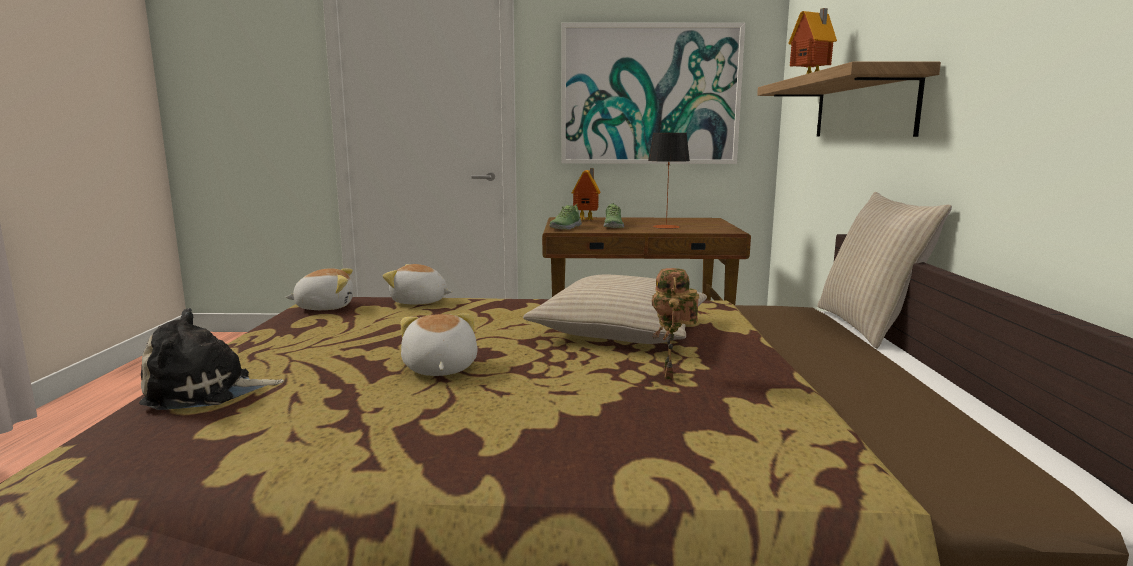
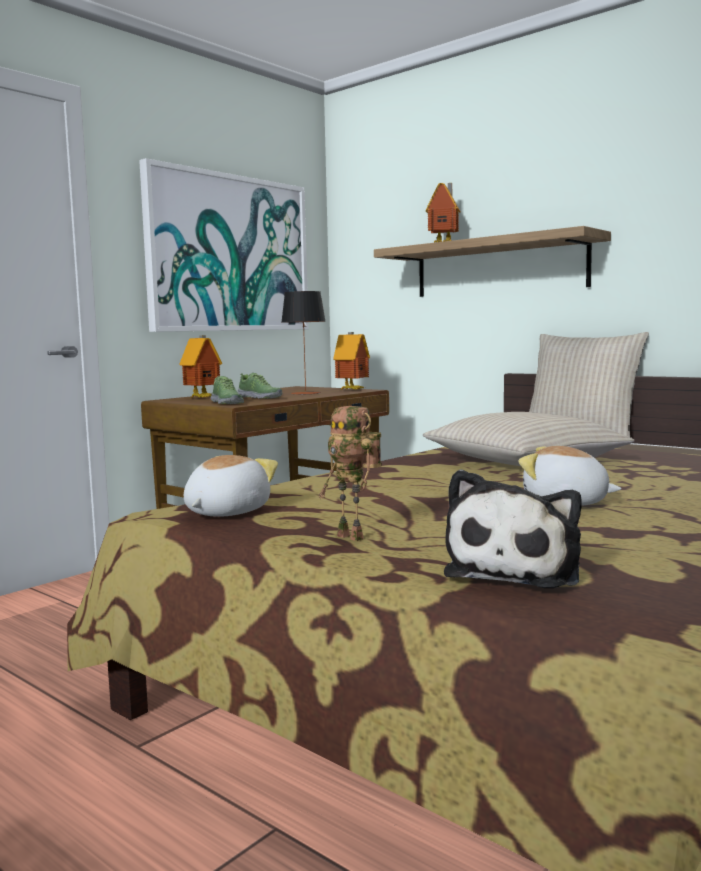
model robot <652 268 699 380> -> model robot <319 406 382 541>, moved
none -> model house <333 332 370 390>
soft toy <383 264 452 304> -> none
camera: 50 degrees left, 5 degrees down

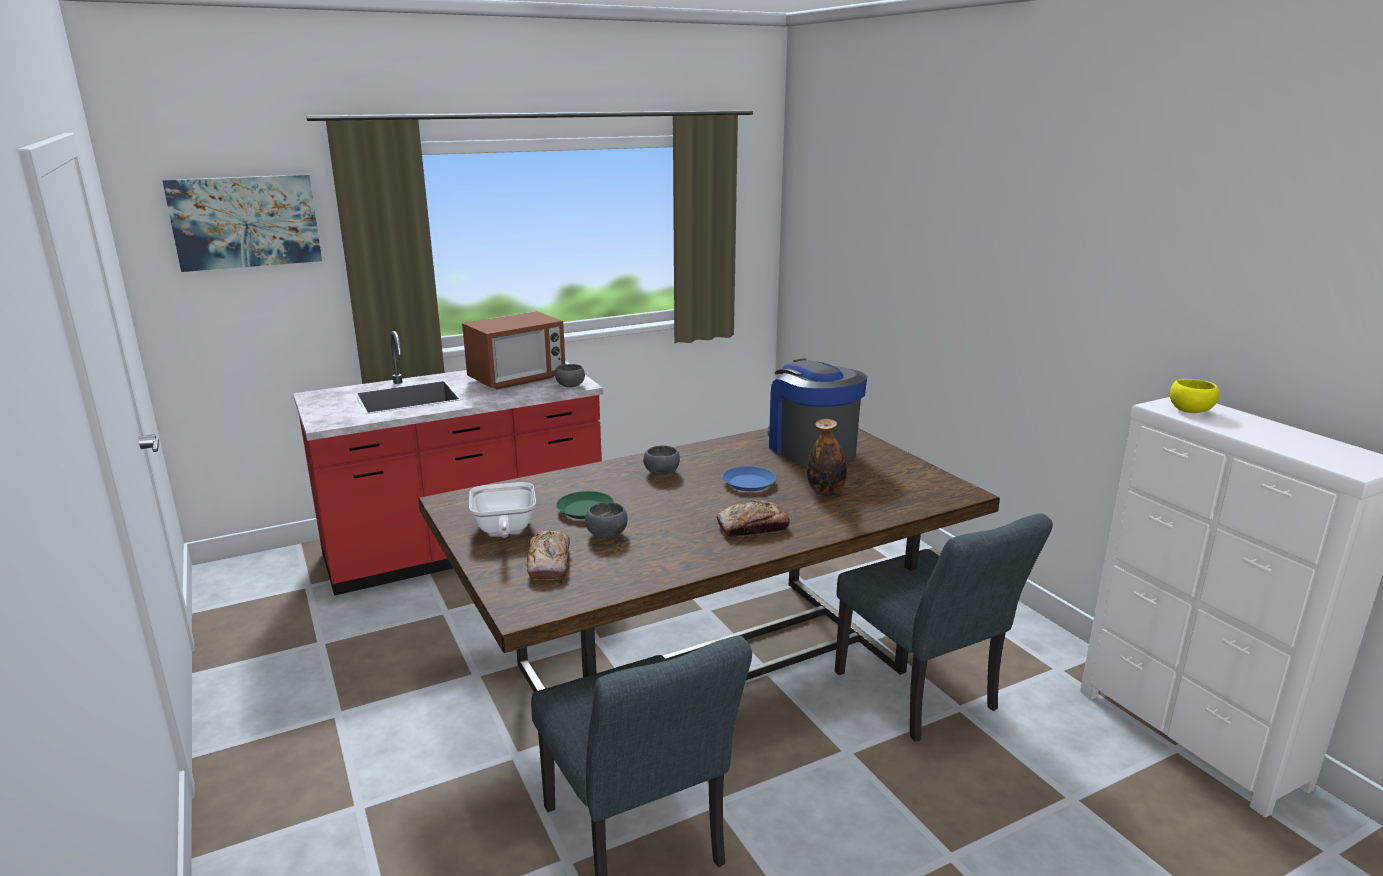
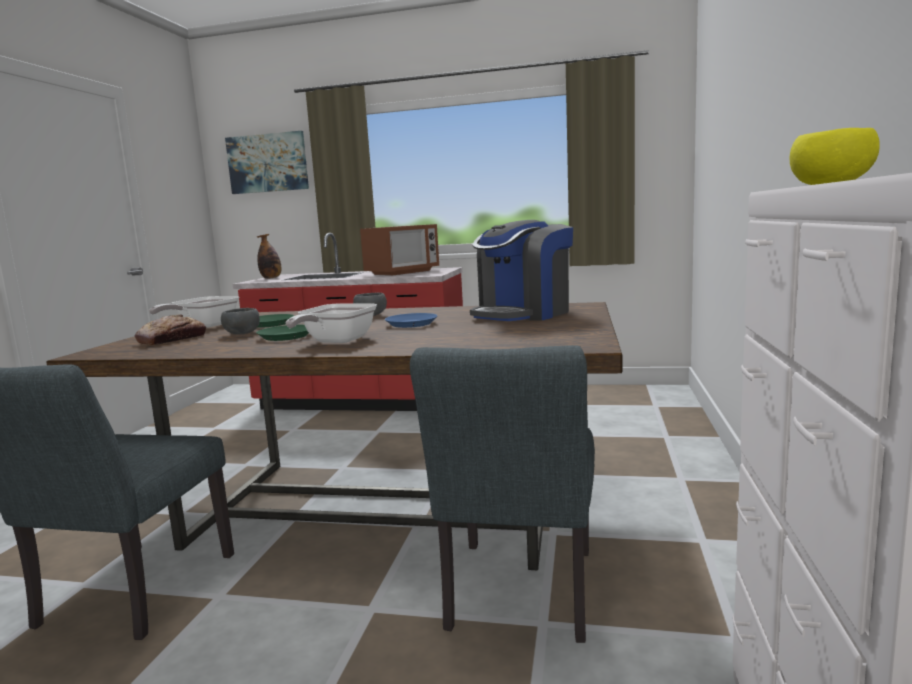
none -> greenish dinner plate <256 325 309 341>
bottle <807 419 847 496> -> bottle <257 234 281 279>, moved
baked bread <716 500 790 537> -> skillet <285 303 377 343>
microwave oven <462 311 565 390> -> microwave oven <360 224 439 276>, 45 degrees counterclockwise
coffee brewer <768 358 867 466> -> coffee brewer <470 220 573 321>, 150 degrees counterclockwise
greyish bowl <555 364 585 387> -> none
camera: 40 degrees right, 10 degrees down

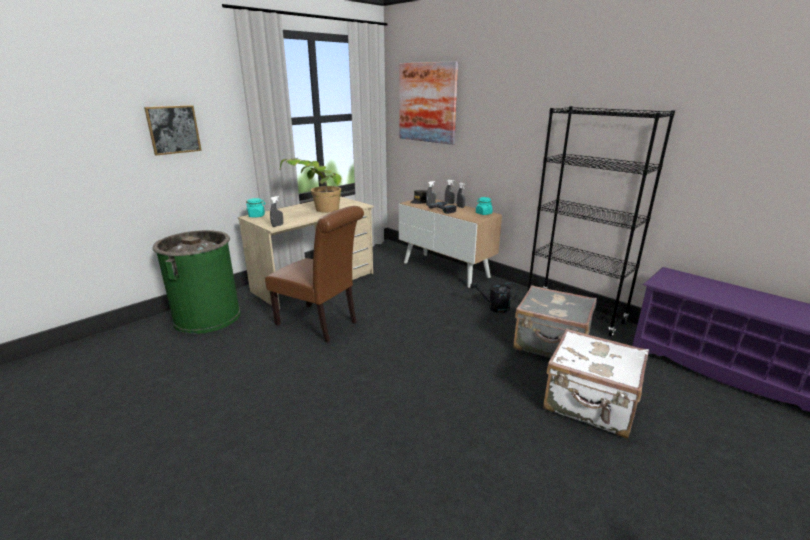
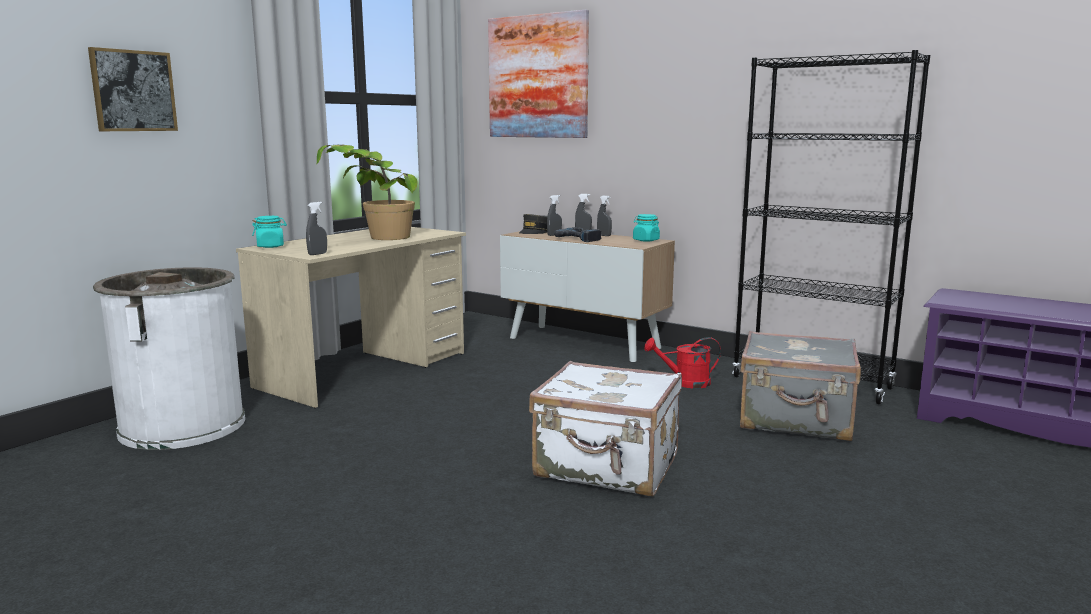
greenish waste bin <153 230 241 334> -> white waste bin <93 267 245 450>
white travel case <543 329 649 438> -> white travel case <529 361 682 496>, moved
black-coloured watering pot <470 280 517 313> -> red watering pot <644 337 721 389>
brown-coloured chair <265 206 364 343> -> none
camera: 10 degrees left, 10 degrees down

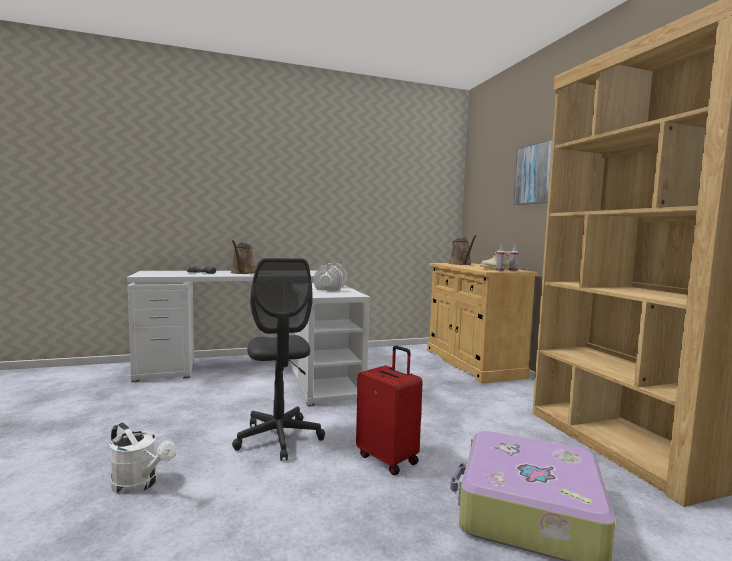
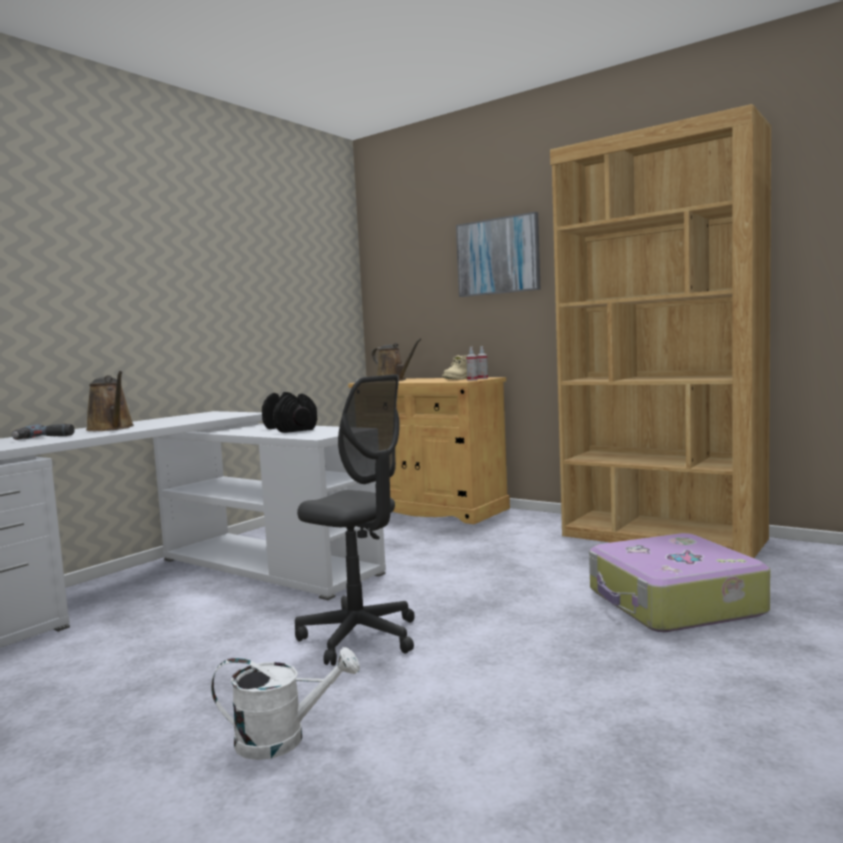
white hand weight <314 263 347 291> -> black-coloured hand weight <262 392 317 433>
red travel case <356 346 423 475> -> none
camera: 35 degrees left, 0 degrees up

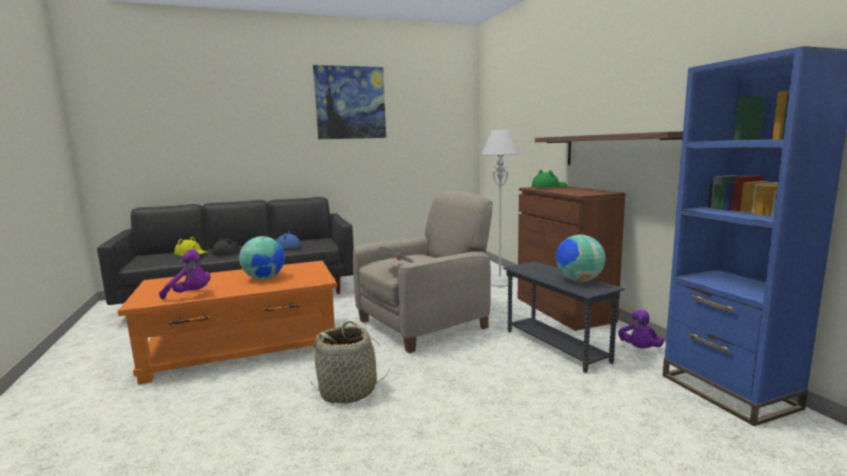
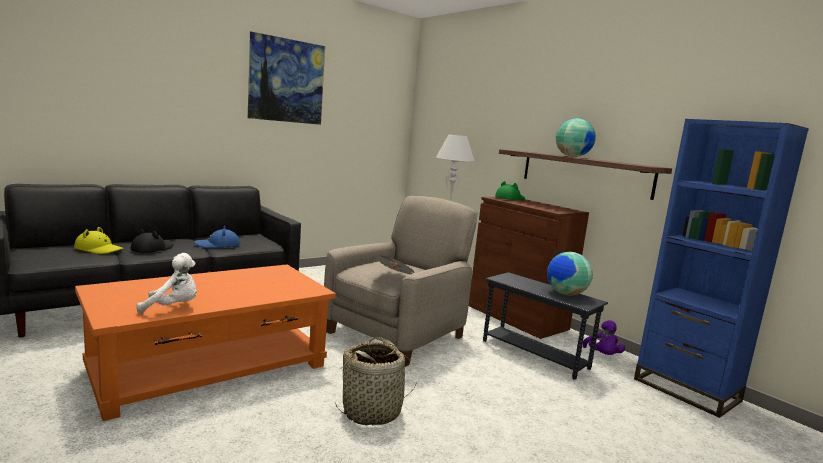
purple soft toy <159 249 211 299> -> white soft toy <137 253 197 314>
globe <239 236 285 279> -> globe <556 118 596 157>, moved
camera: 20 degrees left, 0 degrees up

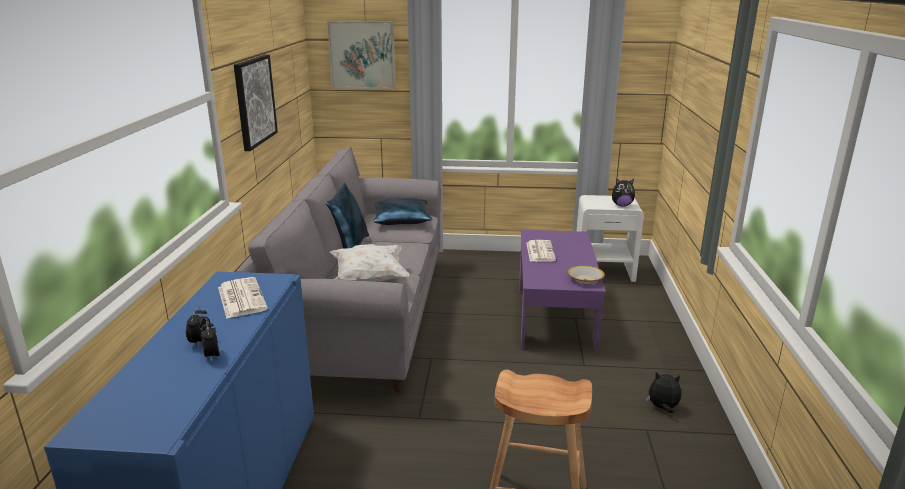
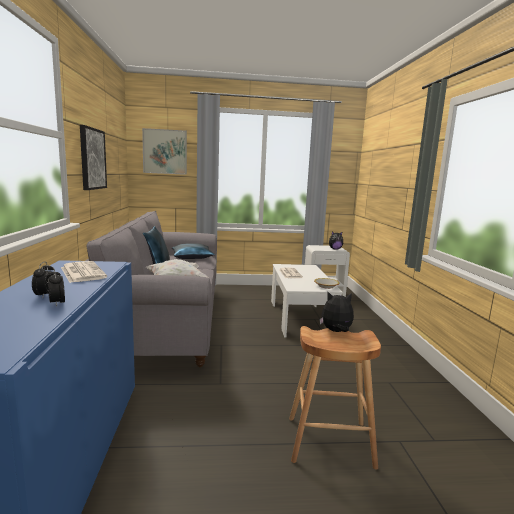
purple low table <519 230 606 353> -> white low table <271 264 343 338>
soft toy <646 372 681 413> -> soft toy <319 292 354 332>, moved
camera: 10 degrees left, 10 degrees down

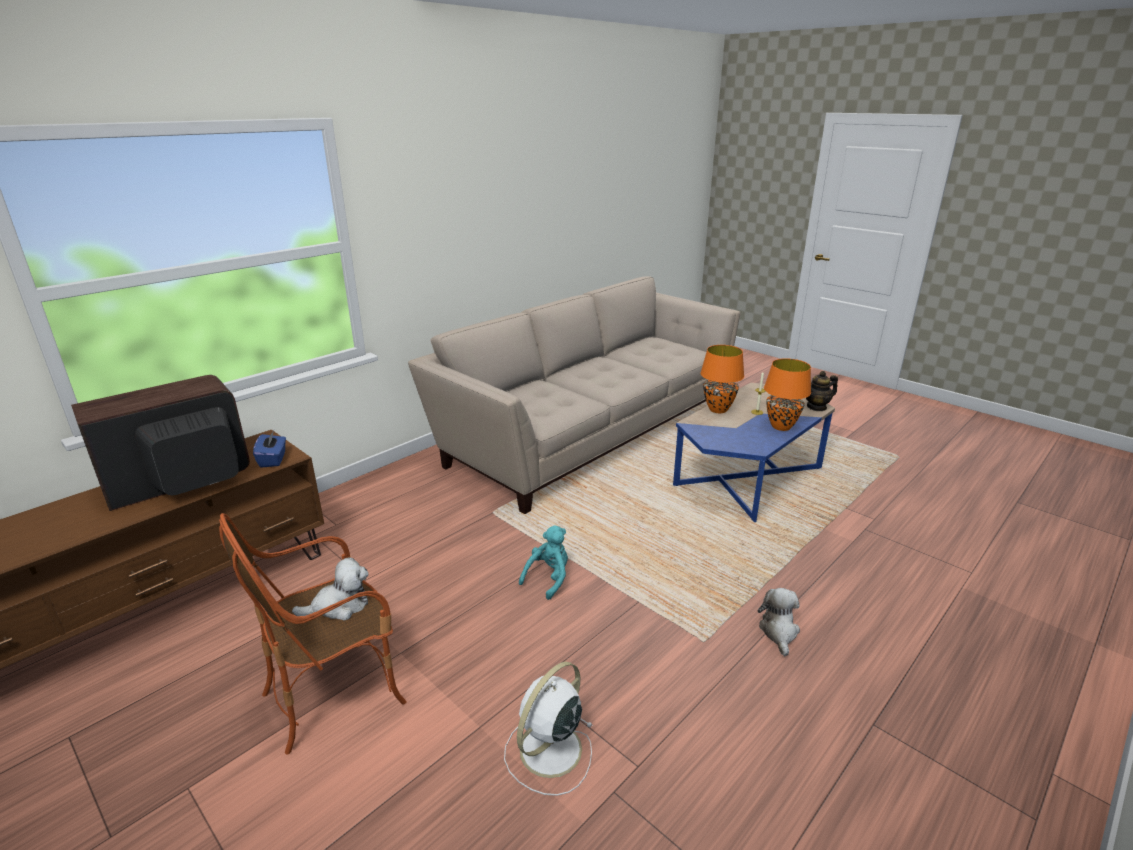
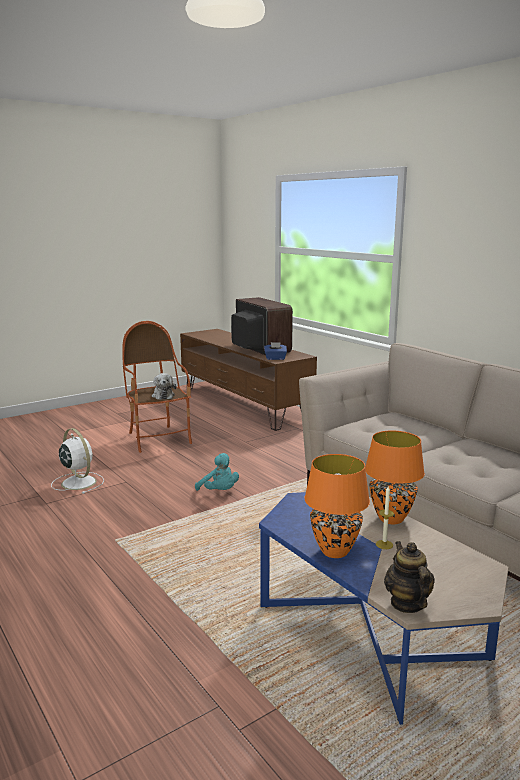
soft toy <758 588 800 656> -> none
camera: 100 degrees right, 10 degrees down

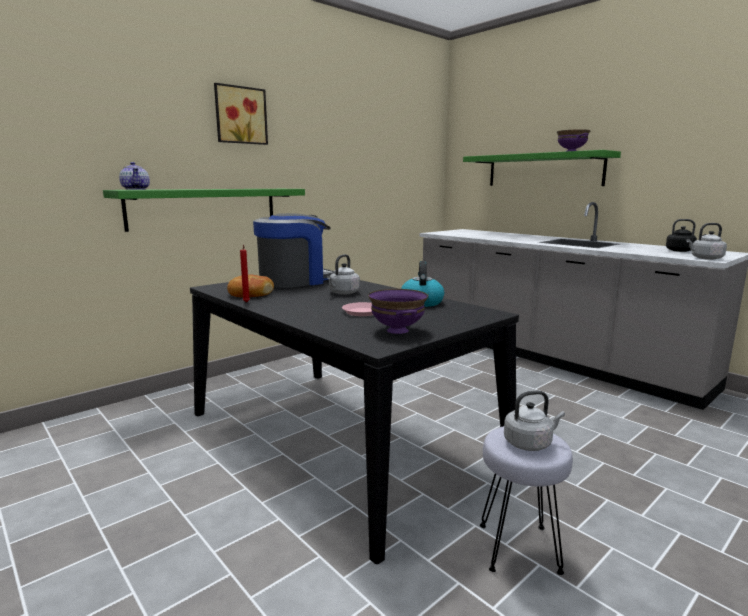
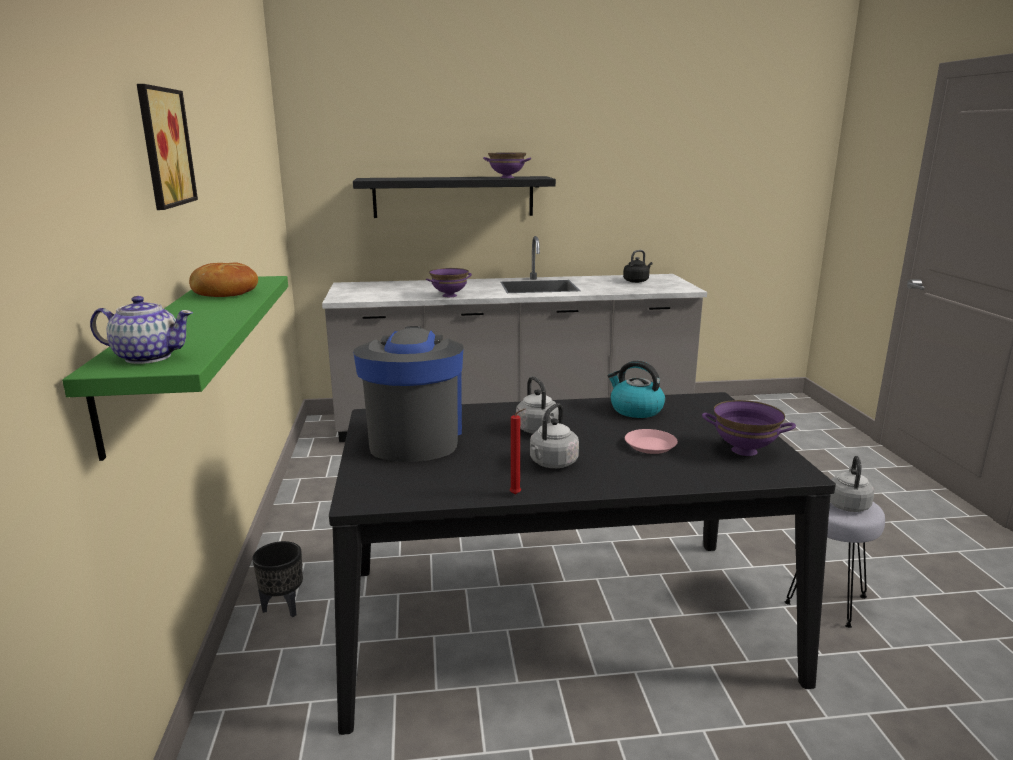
baked bread <227 274 274 298> -> baked bread <189 262 258 297>, moved
none -> black-coloured plant pot <252 541 303 617>
greenish wall shelf <463 150 621 186> -> black-coloured wall shelf <353 176 556 218>
none -> purple bowl <426 268 472 297>
greyish tea kettle <686 223 727 260> -> greyish tea kettle <530 403 579 468>, moved
camera: 55 degrees left, 5 degrees up

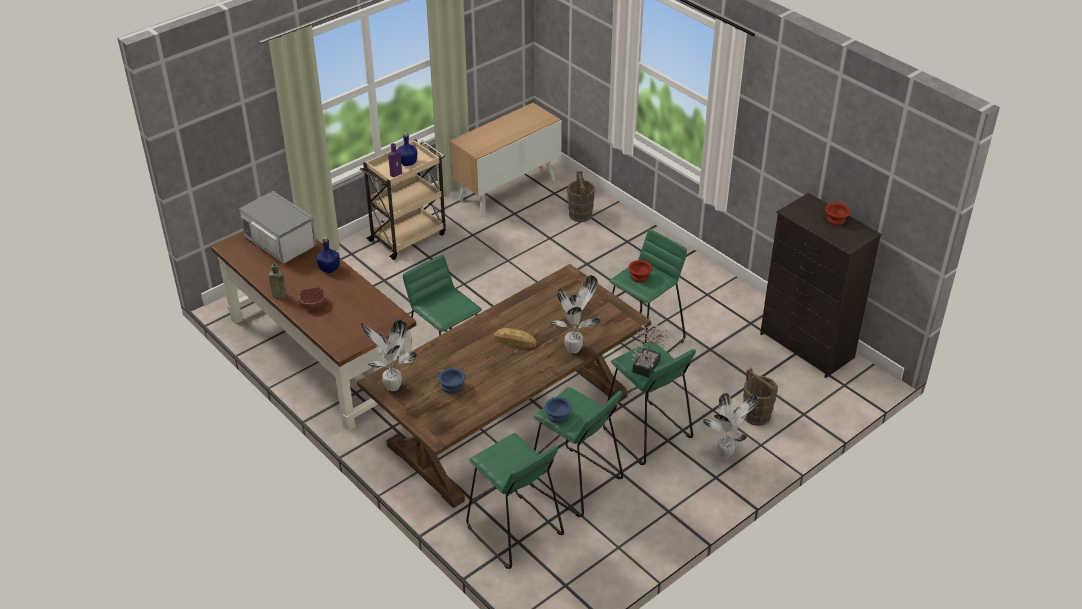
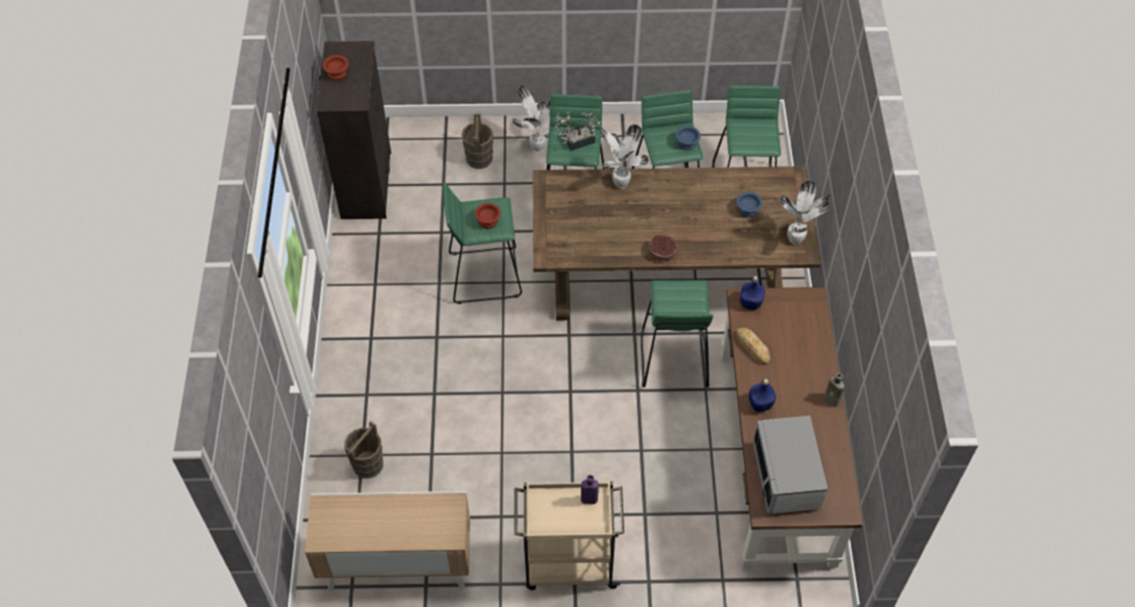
bowl <298 287 326 309> -> bowl <648 234 678 261>, moved
baked bread <494 328 537 348> -> baked bread <736 328 770 365>, moved
blue-coloured bottle <397 133 417 166> -> blue-coloured bottle <740 276 765 310>, moved
camera: 140 degrees left, 15 degrees up

